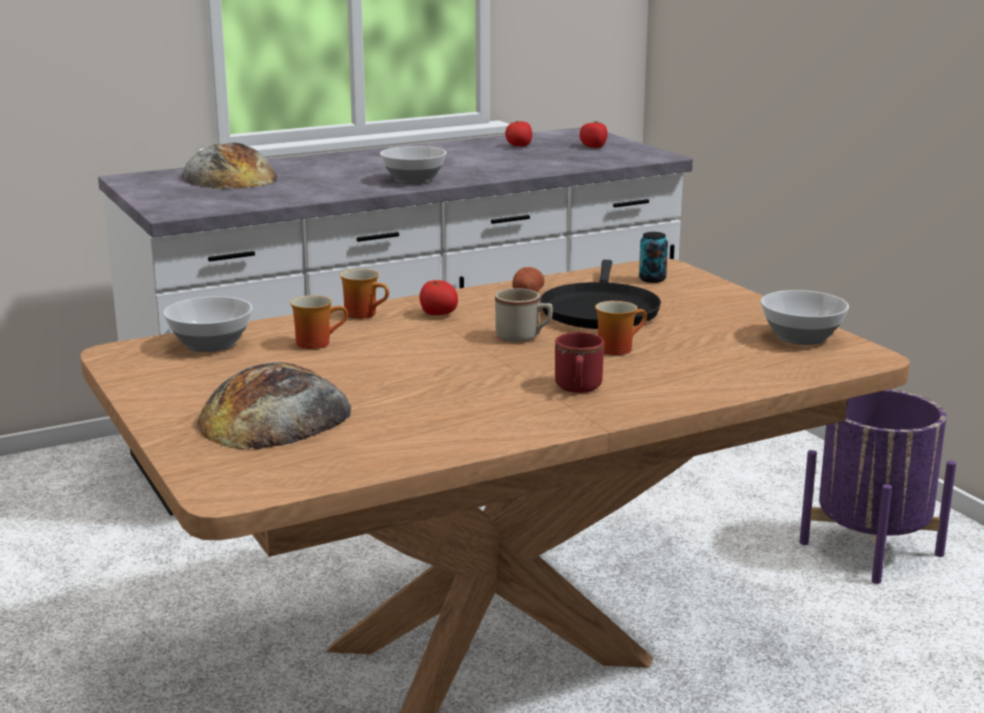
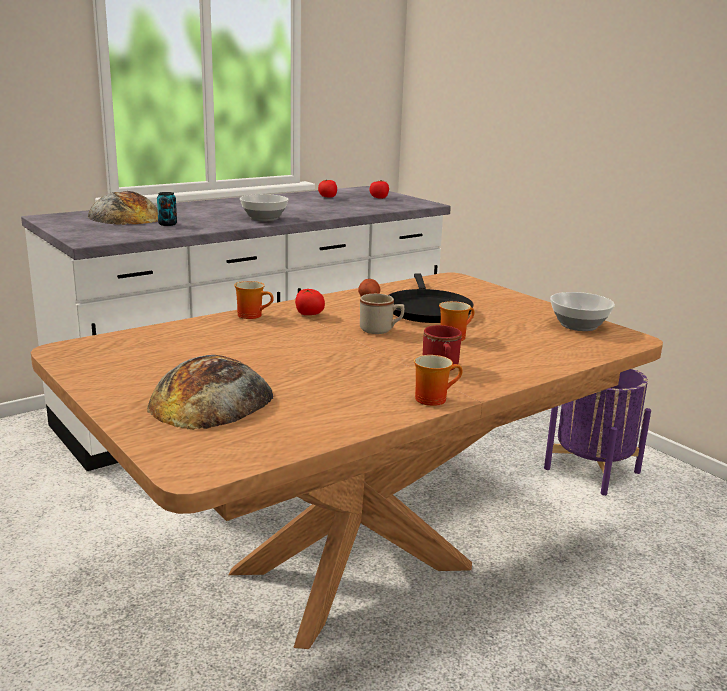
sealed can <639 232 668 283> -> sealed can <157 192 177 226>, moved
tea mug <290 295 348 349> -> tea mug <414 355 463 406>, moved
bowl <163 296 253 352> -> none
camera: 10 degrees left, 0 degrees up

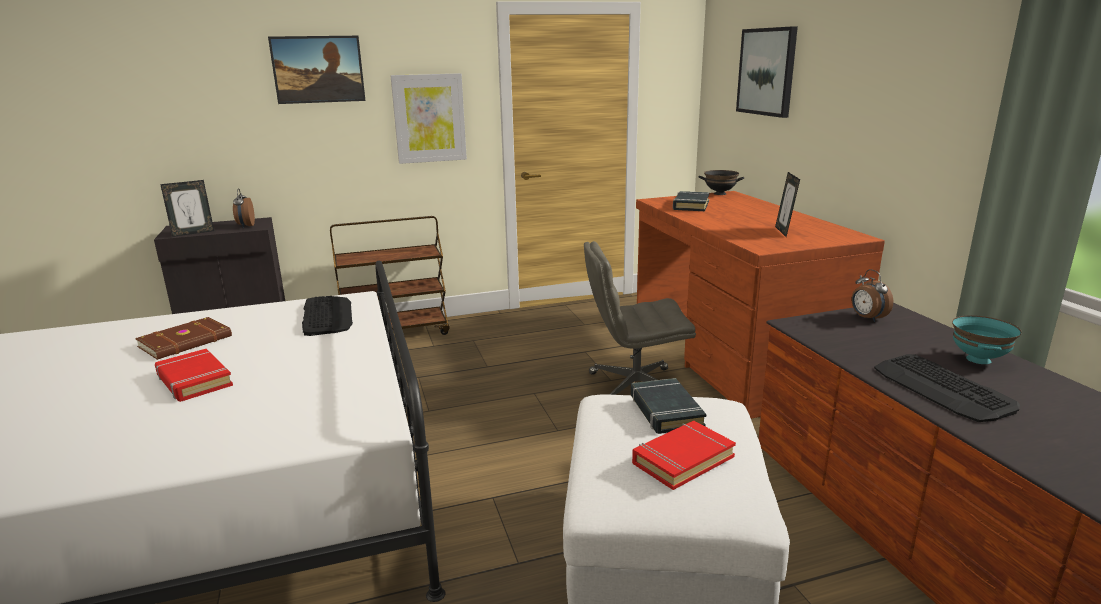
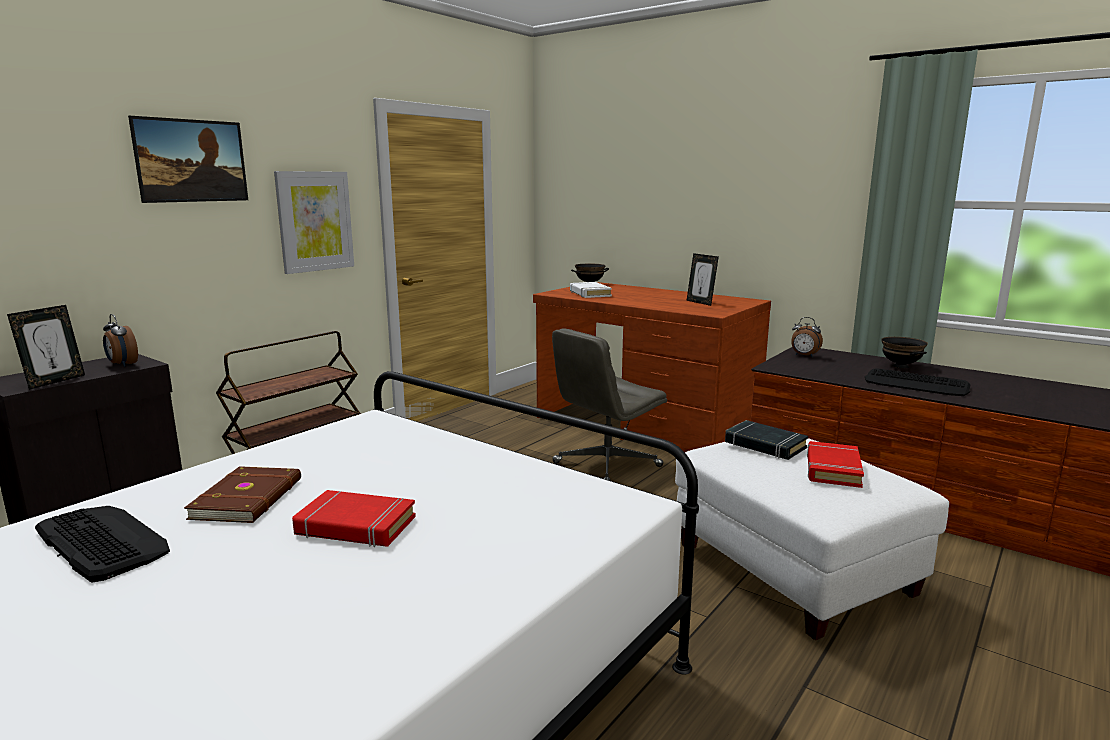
keyboard <302 296 353 336> -> keyboard <35 506 170 583>, moved
black-coloured bound book <673 191 710 211> -> white bound book <570 282 612 298>
turquoise-coloured bowl <952 315 1022 364> -> black-coloured bowl <881 337 928 368>
picture <736 26 798 118> -> none
camera: 35 degrees left, 5 degrees down

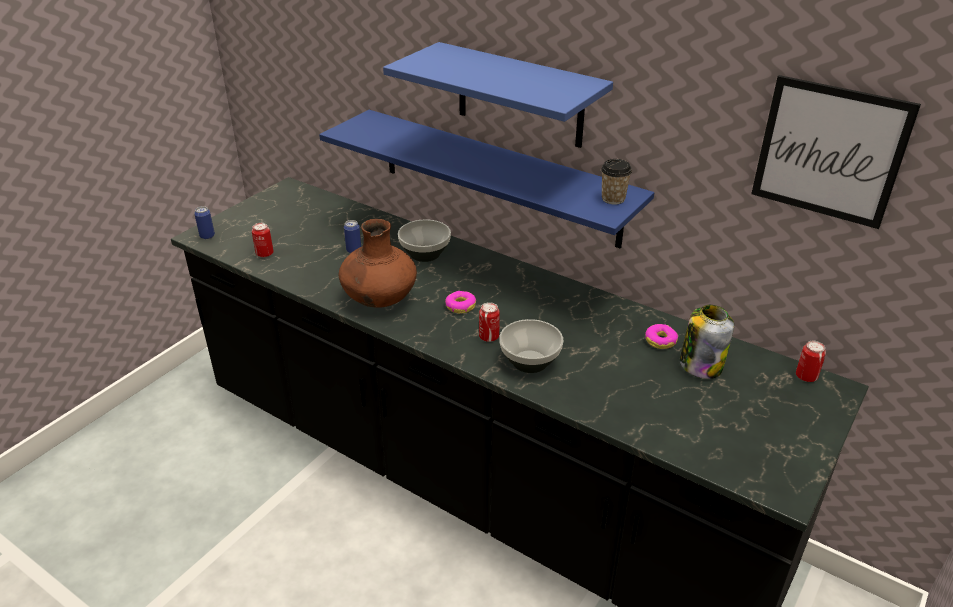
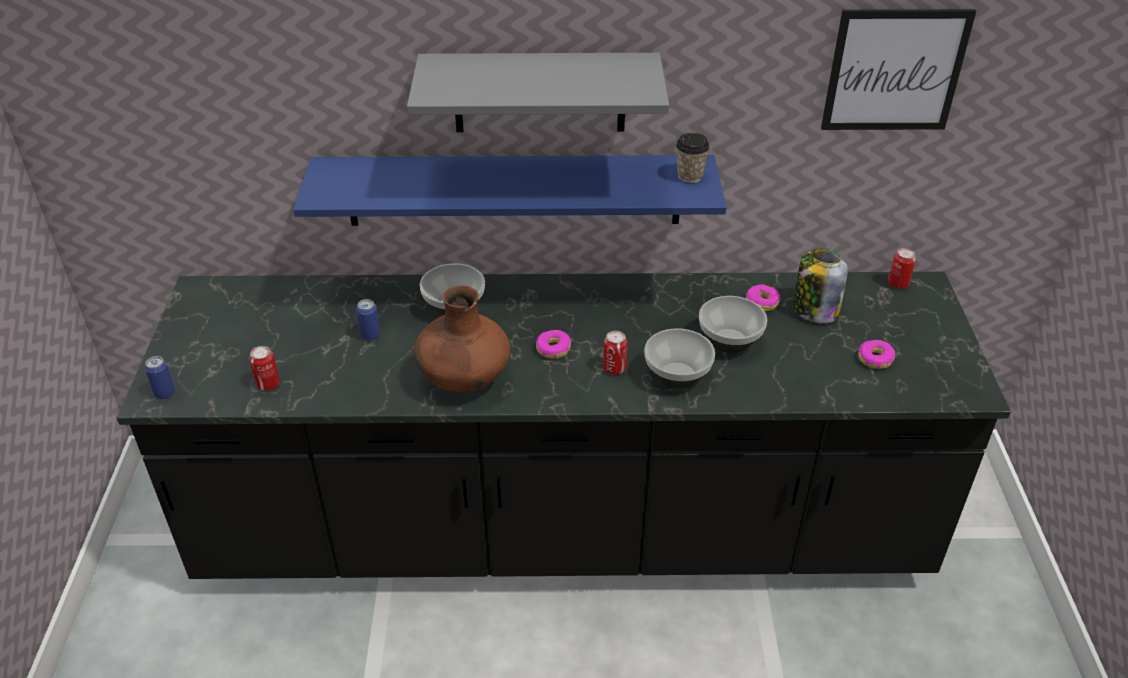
blue-coloured wall shelf <383 42 613 148> -> greyish wall shelf <407 53 669 132>
none -> bowl <699 296 767 353>
none -> ring doughnut <858 340 895 369>
camera: 35 degrees left, 5 degrees up

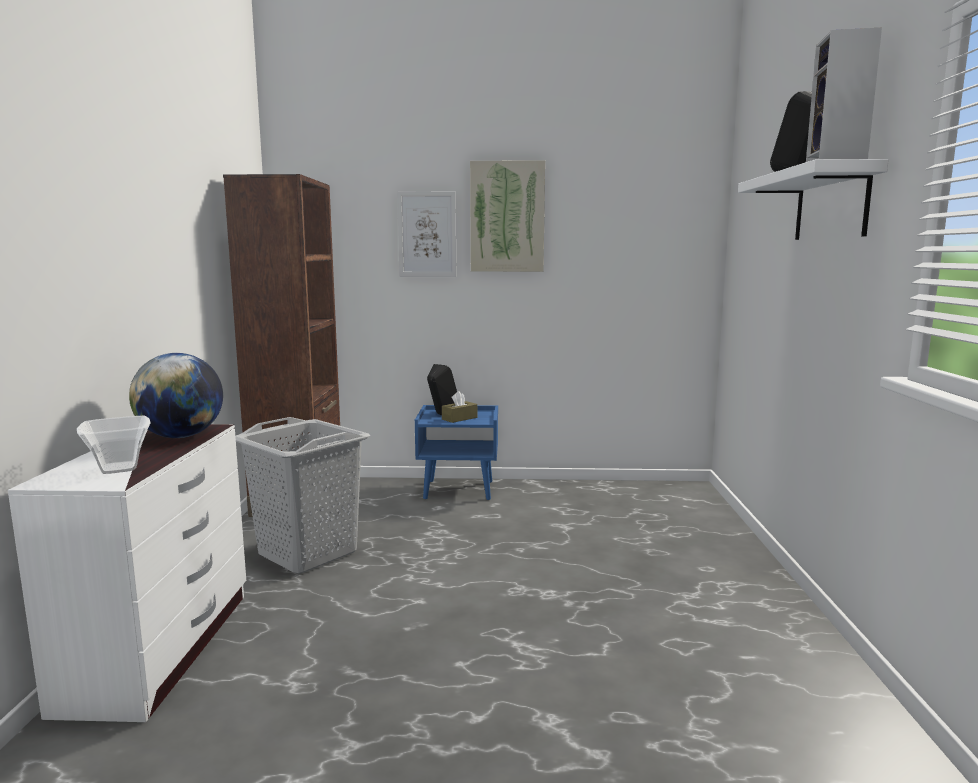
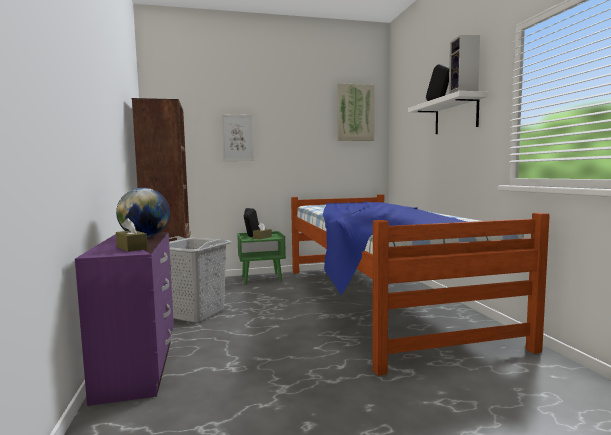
white chest of drawers <8 424 246 722> -> purple chest of drawers <75 232 174 406>
bowl <77 416 151 474> -> brown-coloured tissue holder <116 218 148 252>
blue-coloured night table <415 405 498 500> -> greenish night table <237 231 286 285>
none -> bedroom bed <291 194 550 376>
picture <470 160 545 272> -> picture <337 83 374 141>, moved
camera: 15 degrees left, 5 degrees down

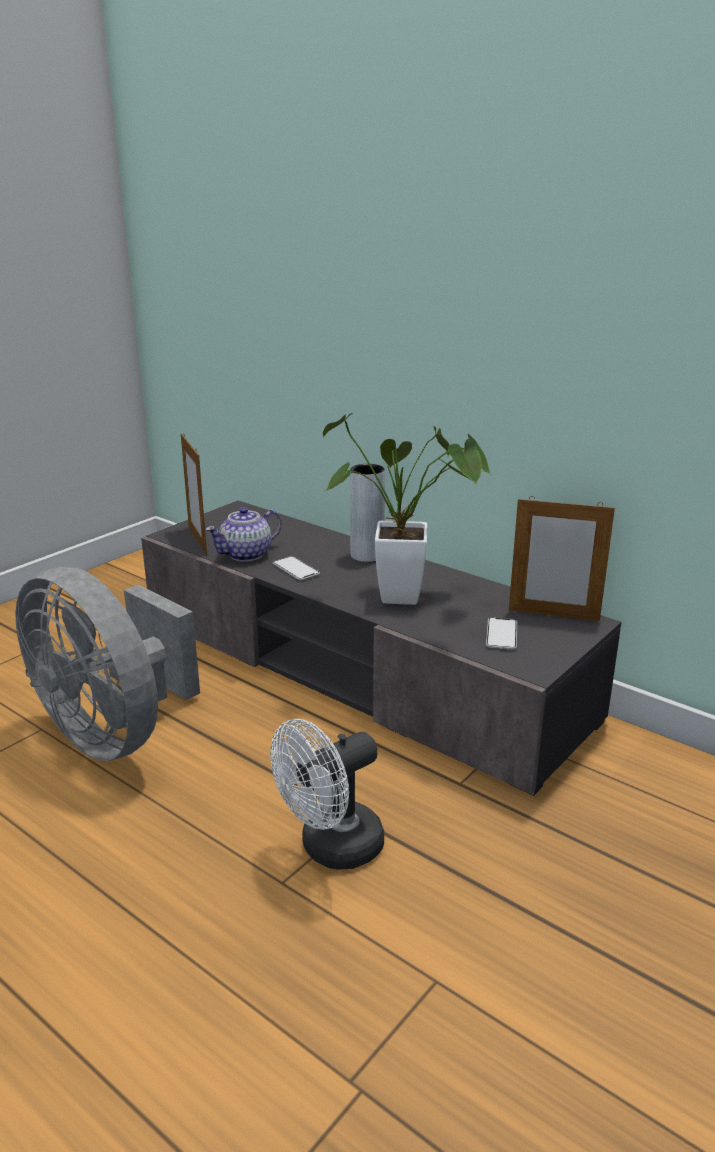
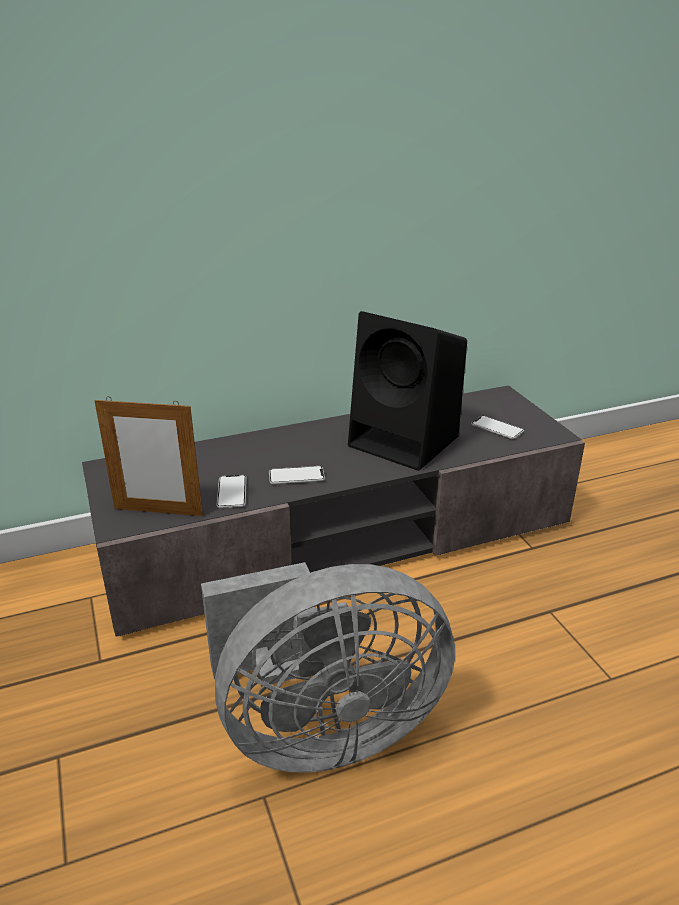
tea pot <205 507 282 562> -> phone <216 475 246 508>
houseplant <323 413 492 605> -> black-coloured loudspeaker <348 311 467 471>
white fan <270 719 384 869> -> none
greyish decorative vase <350 464 385 562> -> none
picture frame <509 496 615 621> -> none
camera: 60 degrees left, 5 degrees up

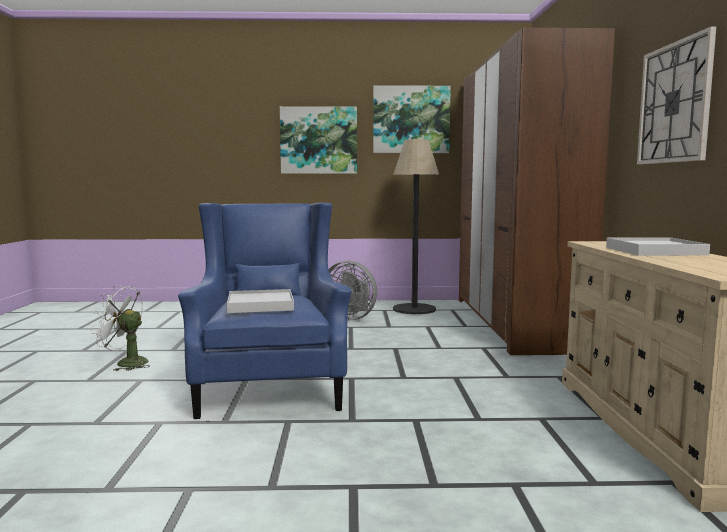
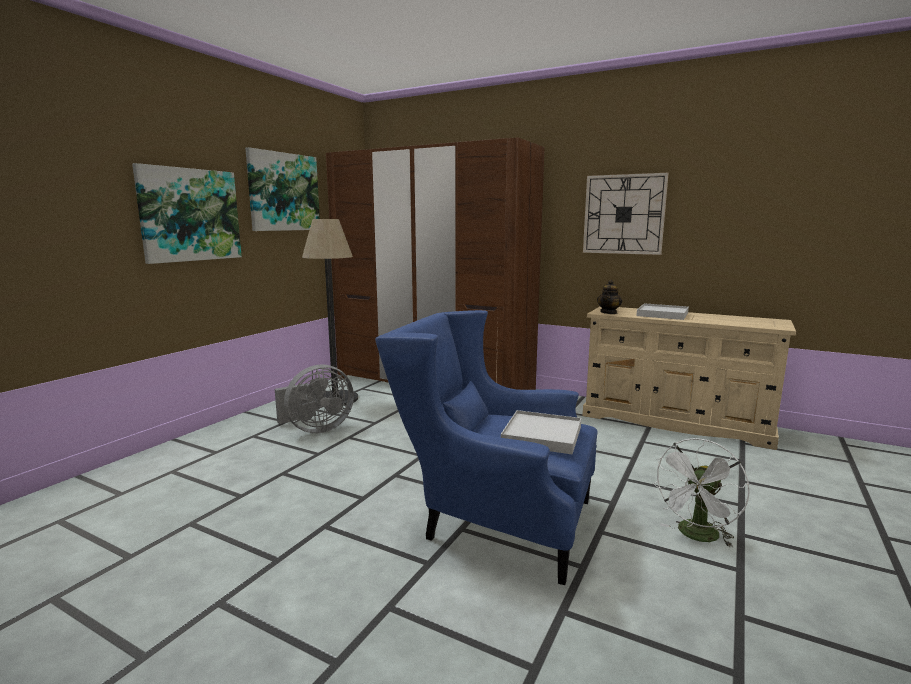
none -> tea pot <597 280 622 314>
white fan <90 285 150 371> -> white fan <652 438 750 547>, moved
camera: 60 degrees left, 5 degrees up

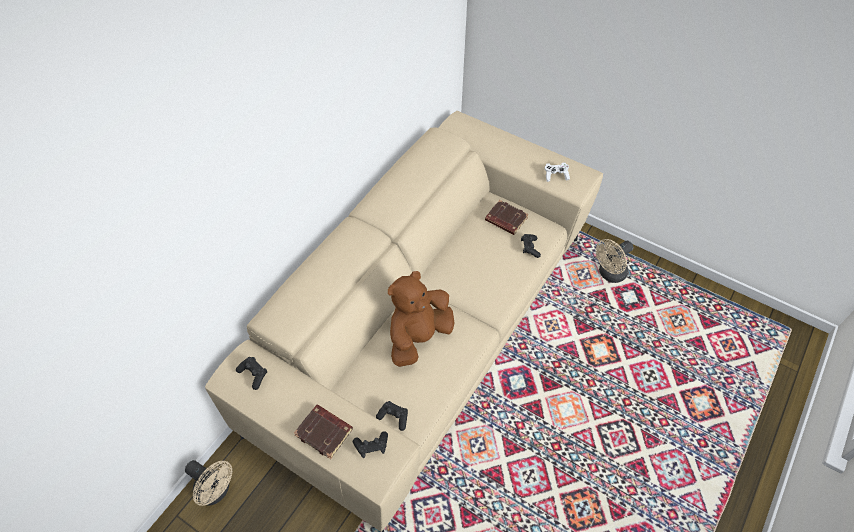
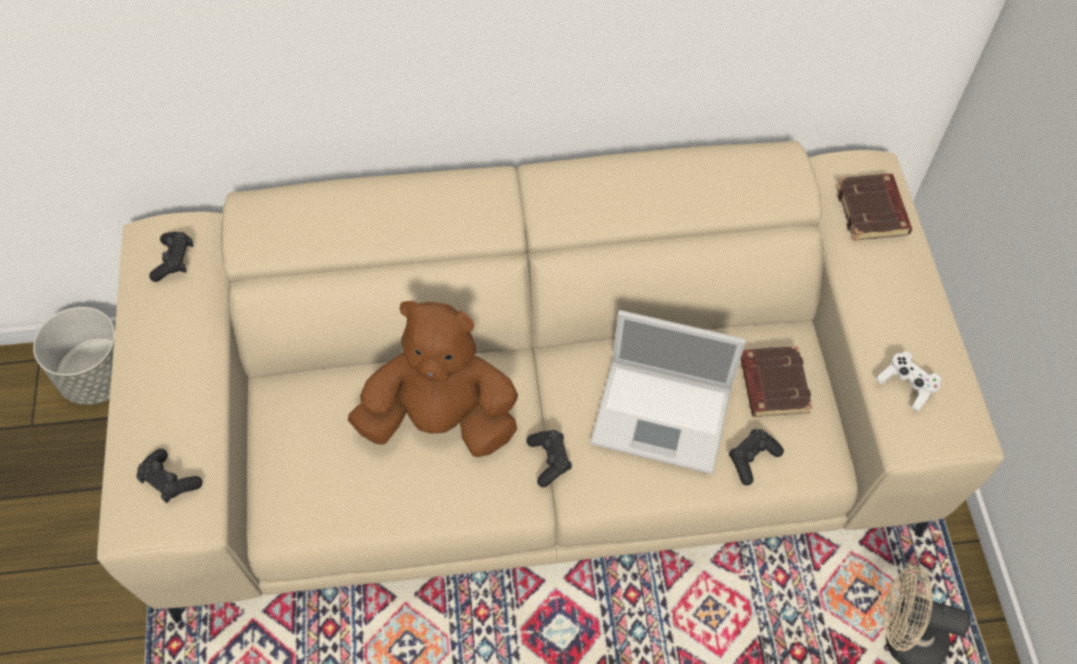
beige fan <185 460 232 506> -> greyish plant pot <33 307 115 405>
black-coloured gamepad <376 401 408 431> -> black-coloured gamepad <527 430 572 487>, moved
none -> portable computer <590 310 746 474>
brown-coloured bound book <294 404 353 459> -> brown-coloured bound book <836 174 912 241>, moved
camera: 50 degrees right, 5 degrees up

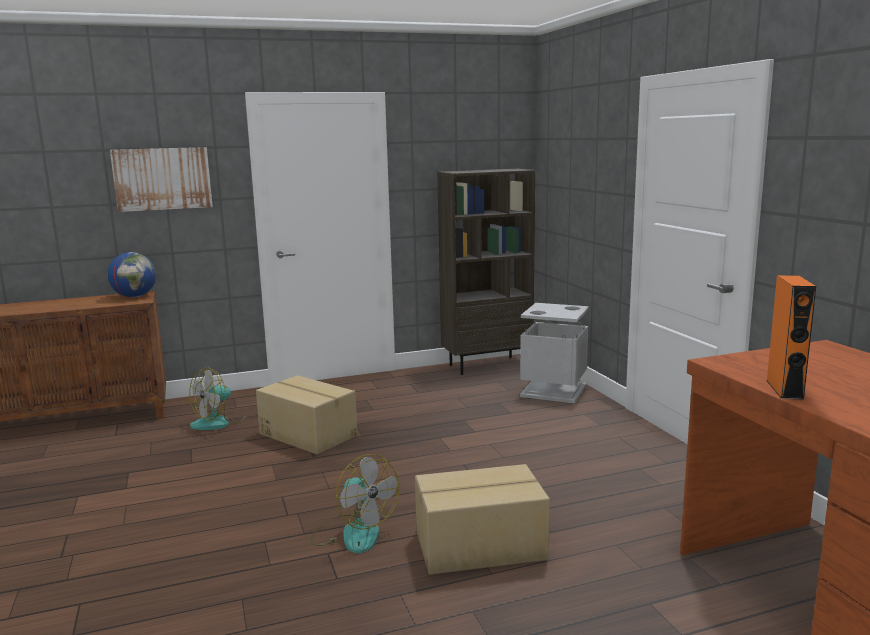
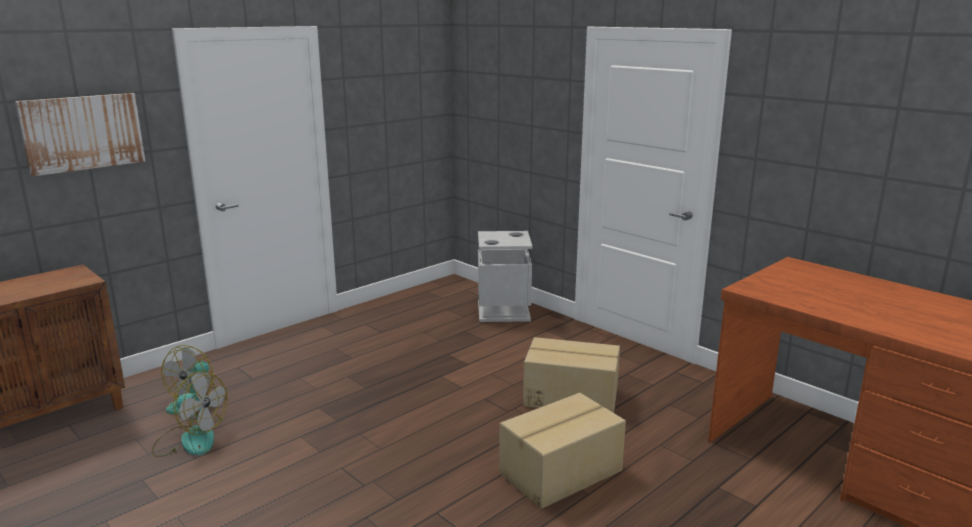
fan <311 454 399 553> -> fan <152 371 228 457>, moved
packing box <256 375 358 455> -> packing box <523 337 620 413>, moved
globe <108 252 156 297> -> none
brown-coloured bookcase <437 169 535 375> -> none
orange-coloured loudspeaker <766 275 816 400> -> none
camera: 25 degrees left, 5 degrees up

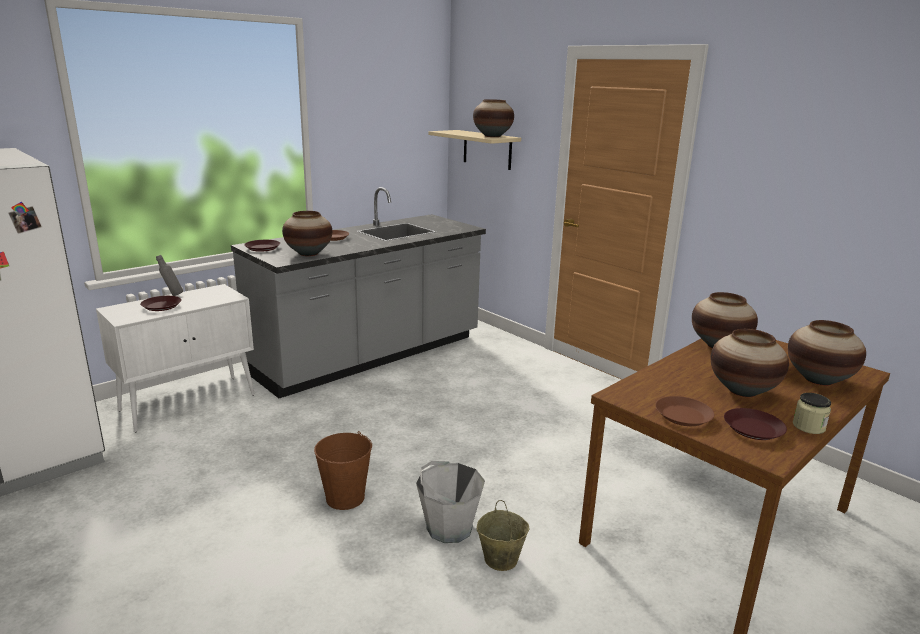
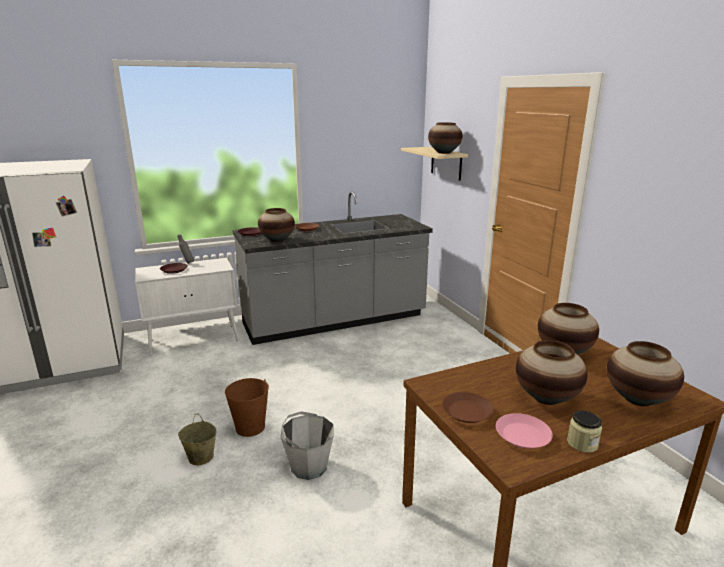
beige pail <477 500 529 571> -> beige pail <178 414 216 465>, moved
brown-coloured dinner plate <724 408 787 440> -> pinkish dinner plate <496 413 553 449>
camera: 20 degrees right, 0 degrees up

